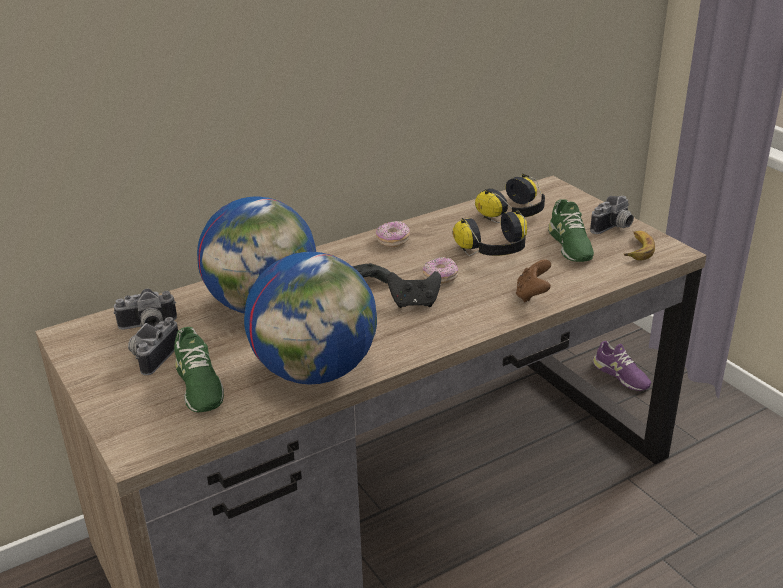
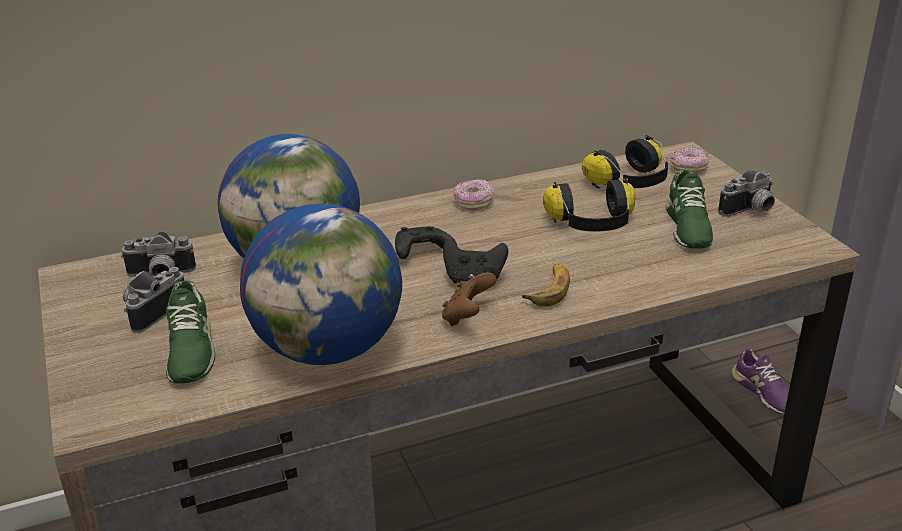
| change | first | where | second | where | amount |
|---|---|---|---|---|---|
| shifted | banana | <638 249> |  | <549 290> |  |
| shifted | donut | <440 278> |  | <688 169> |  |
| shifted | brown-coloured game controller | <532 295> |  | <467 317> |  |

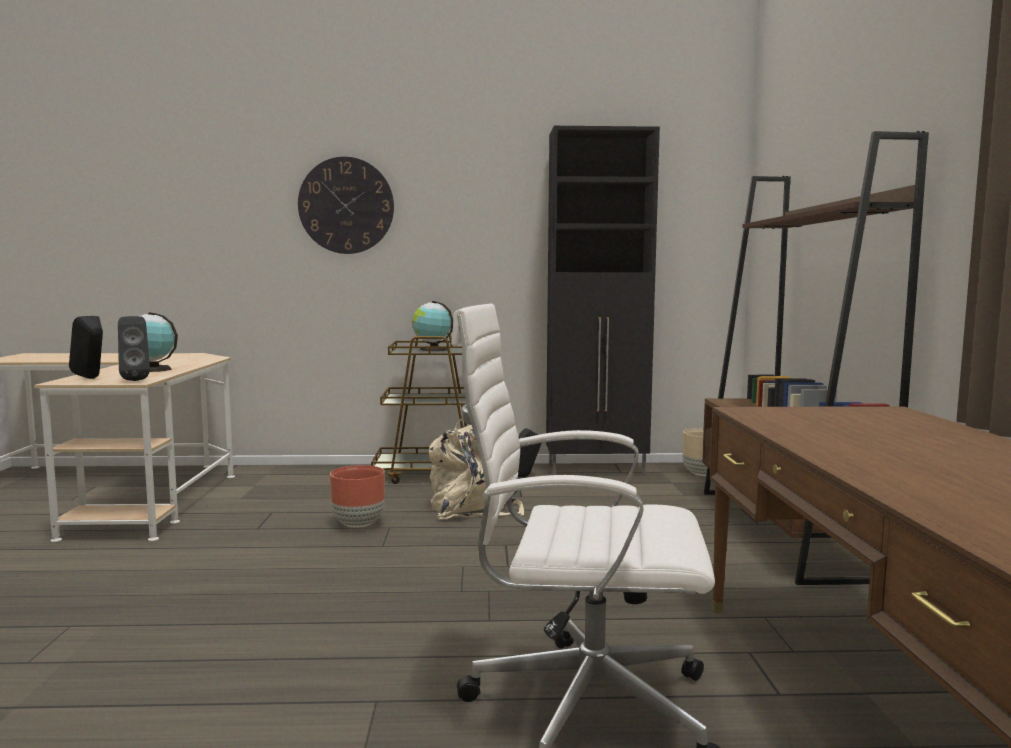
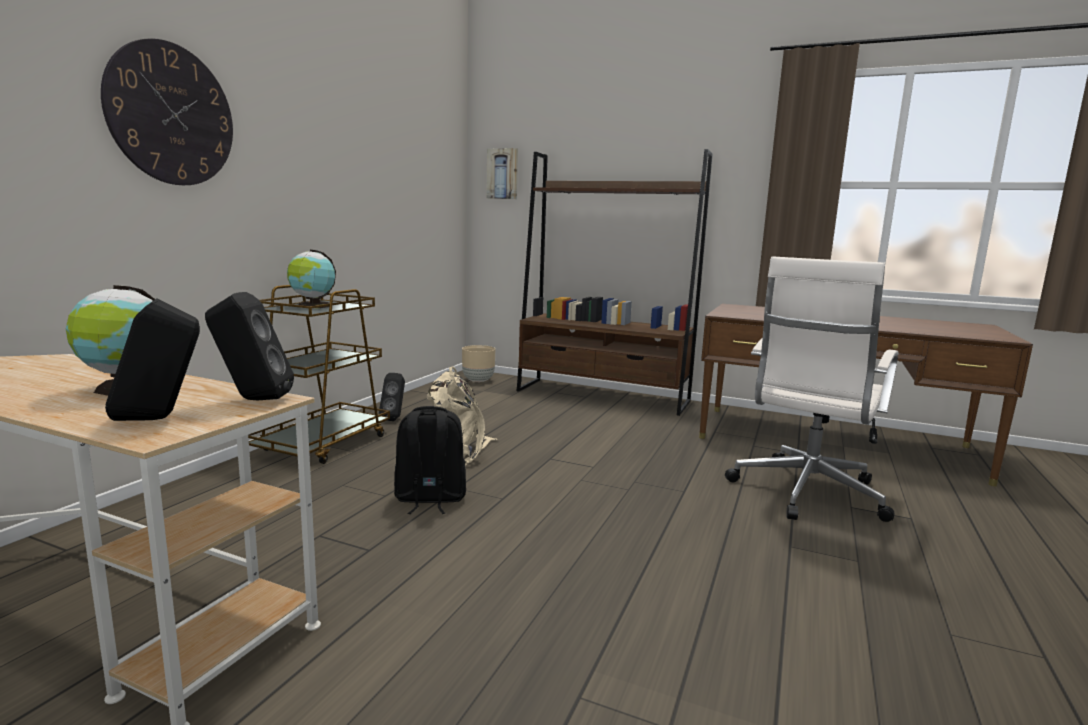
| change | first | where | second | where | amount |
|---|---|---|---|---|---|
| gone | black-coloured cabinet | <597 470> |  |  |  |
| swapped | brown-coloured plant pot | <358 524> | black-coloured backpack | <429 499> |  |
| new |  |  | wall art | <503 174> |  |

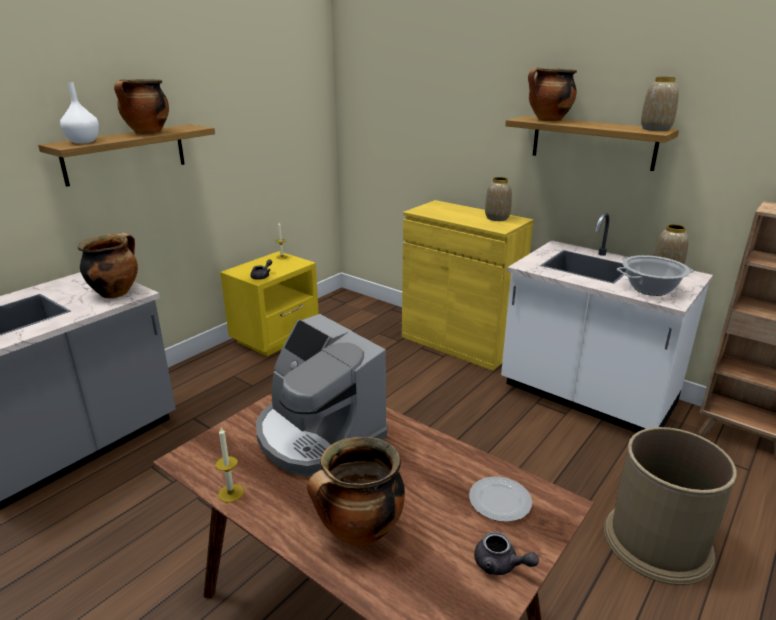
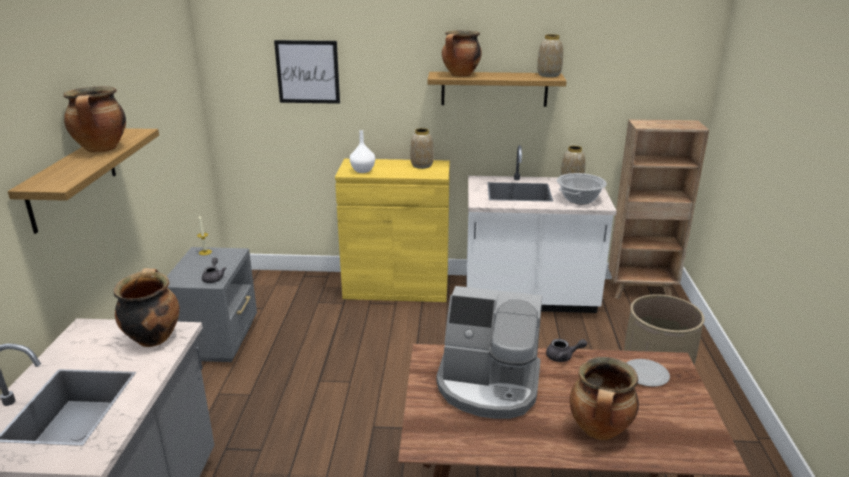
| change | first | where | second | where | amount |
|---|---|---|---|---|---|
| shifted | white decorative vase | <82 142> |  | <362 171> |  |
| repainted | yellowish night table | <277 337> | greyish night table | <219 340> |  |
| gone | wax light | <231 493> |  |  |  |
| shifted | greyish teapot | <500 565> |  | <563 357> |  |
| new |  |  | wall art | <307 72> |  |

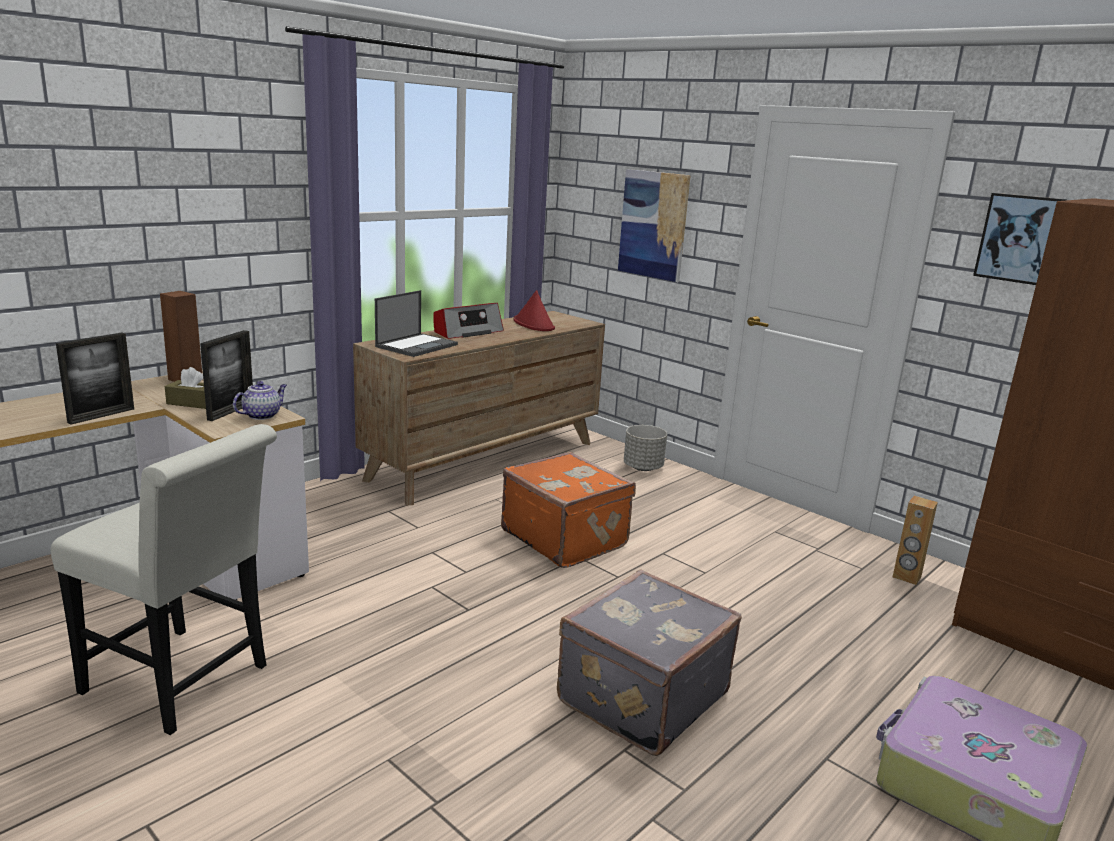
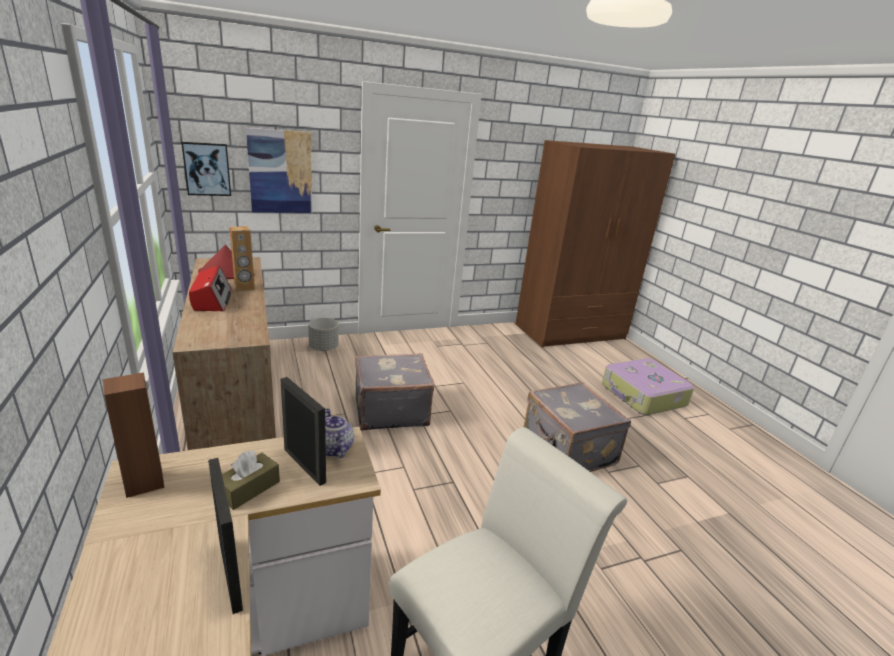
| change | first | where | second | where | amount |
|---|---|---|---|---|---|
| shifted | wall art | <1019 238> |  | <207 169> |  |
| gone | portable computer | <417 345> |  |  |  |
| repainted | orange piece of luggage | <565 538> | greyish piece of luggage | <390 410> |  |
| shifted | brown-coloured speaker | <906 577> |  | <244 288> |  |

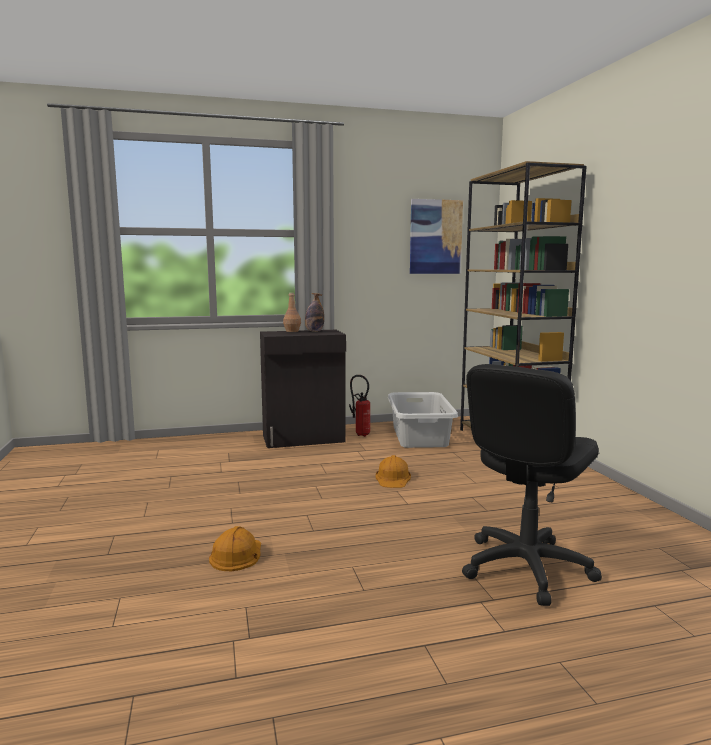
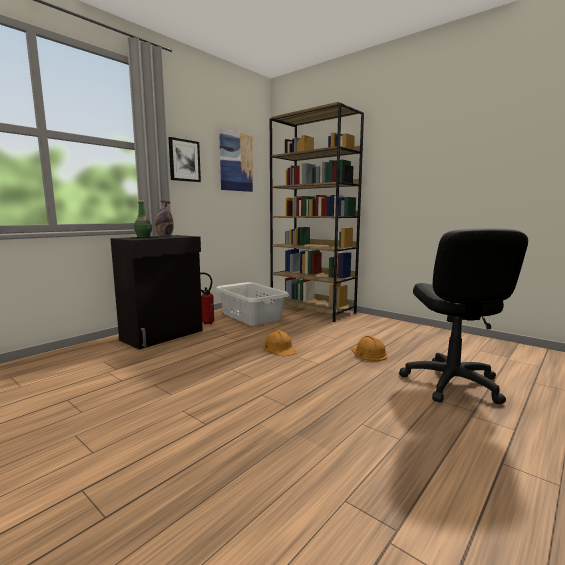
| change | first | where | second | where | amount |
|---|---|---|---|---|---|
| repainted | brown-coloured drink bottle | <292 331> | green drink bottle | <143 237> |  |
| shifted | orange safety helmet | <236 554> |  | <368 353> |  |
| new |  |  | wall art | <184 160> |  |

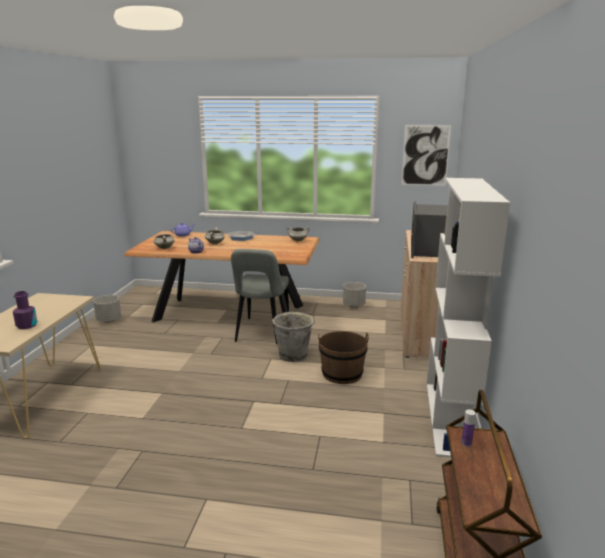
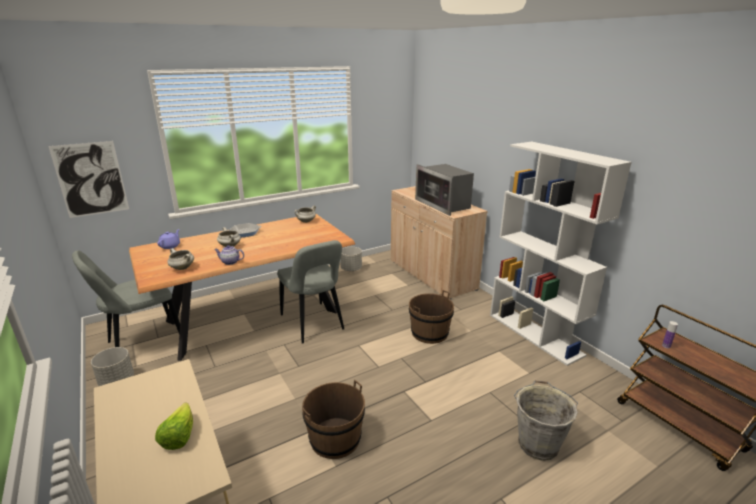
| change | first | where | second | where | amount |
|---|---|---|---|---|---|
| shifted | wall art | <425 155> |  | <91 179> |  |
| swapped | purplish drink bottle | <27 325> | head of lettuce | <179 437> |  |
| shifted | greyish bucket | <294 355> |  | <538 443> |  |
| new |  |  | greyish upright chair | <142 343> |  |
| new |  |  | brown-coloured bucket | <335 438> |  |

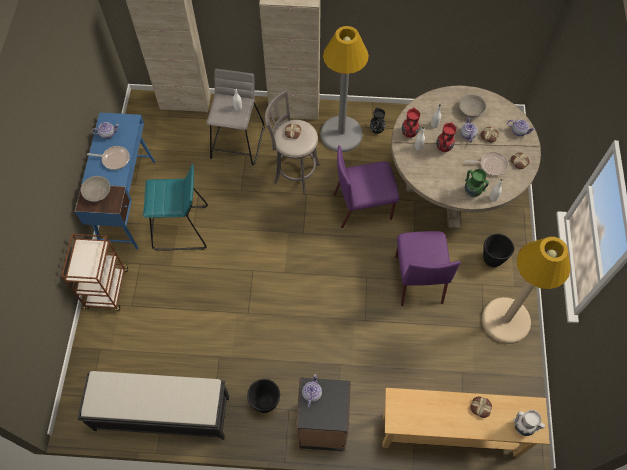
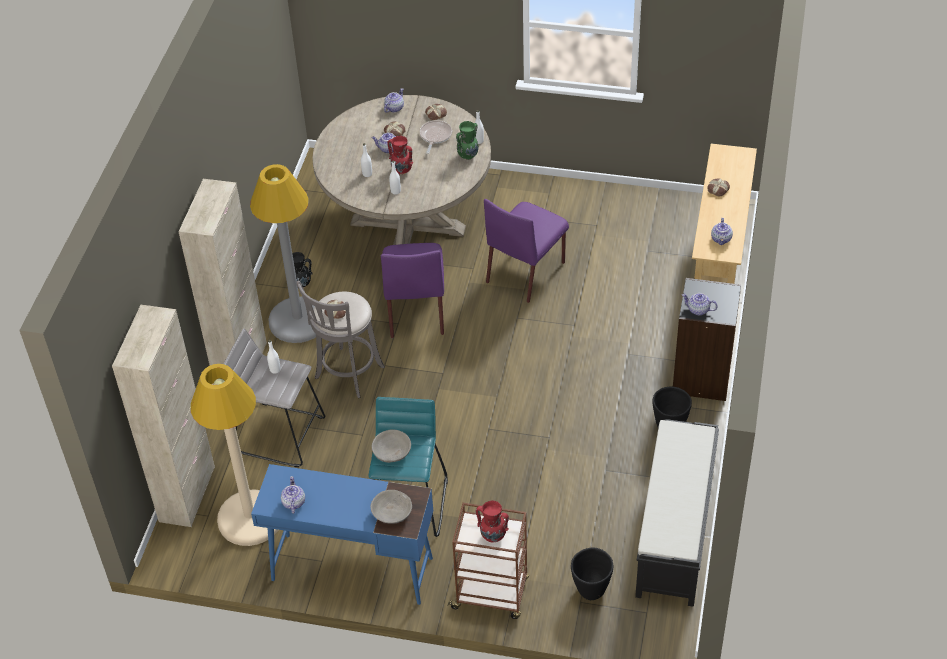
| change | first | where | second | where | amount |
|---|---|---|---|---|---|
| shifted | greyish deep dish | <470 110> |  | <392 452> |  |
| shifted | reddish decorative vase | <409 133> |  | <493 536> |  |
| gone | skillet | <114 159> |  |  |  |
| rotated | purplish upright chair | <418 278> |  | <526 271> | 120 degrees clockwise |
| shifted | black-coloured plant pot | <492 259> |  | <591 590> |  |
| shifted | sand-coloured standing lamp | <505 321> |  | <250 518> |  |
| gone | white decorative vase | <522 427> |  |  |  |
| new |  |  | teapot | <721 239> |  |

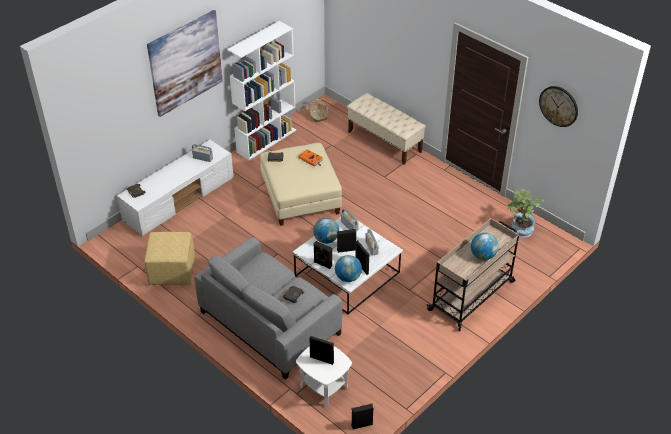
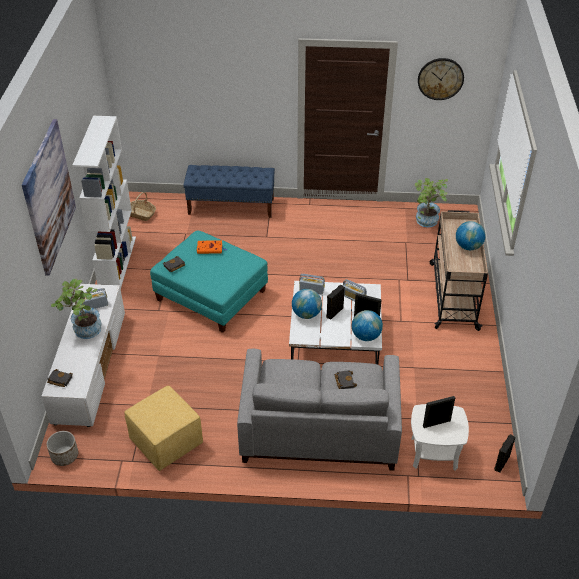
| change | first | where | second | where | amount |
|---|---|---|---|---|---|
| repainted | sand-coloured indoor bench | <385 142> | blue-coloured indoor bench | <231 206> |  |
| repainted | sand-coloured pouffe | <300 196> | turquoise-coloured pouffe | <211 295> |  |
| gone | black-coloured speaker | <322 264> |  |  |  |
| new |  |  | potted plant | <84 331> |  |
| new |  |  | plant pot | <64 455> |  |

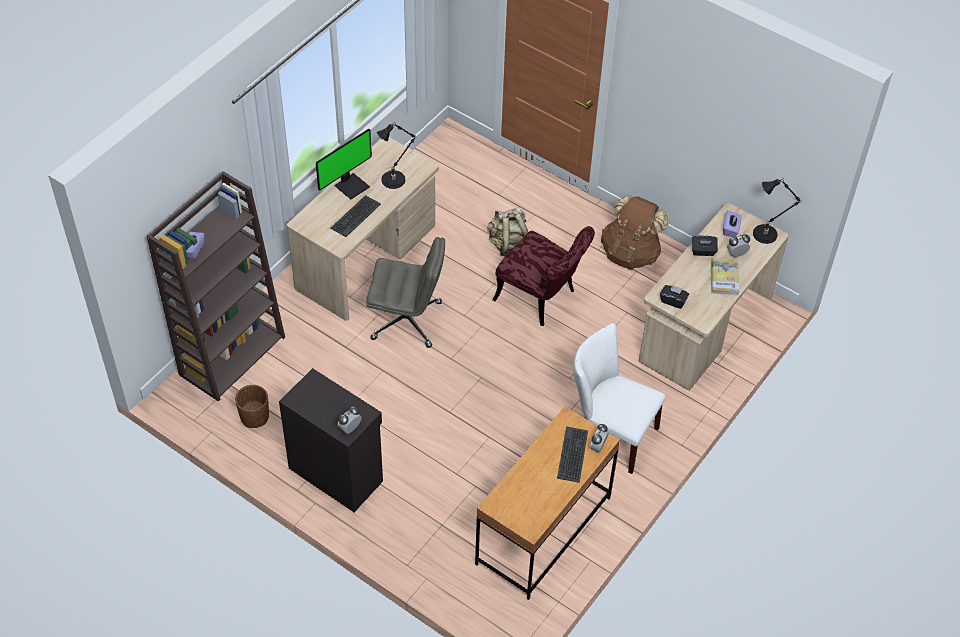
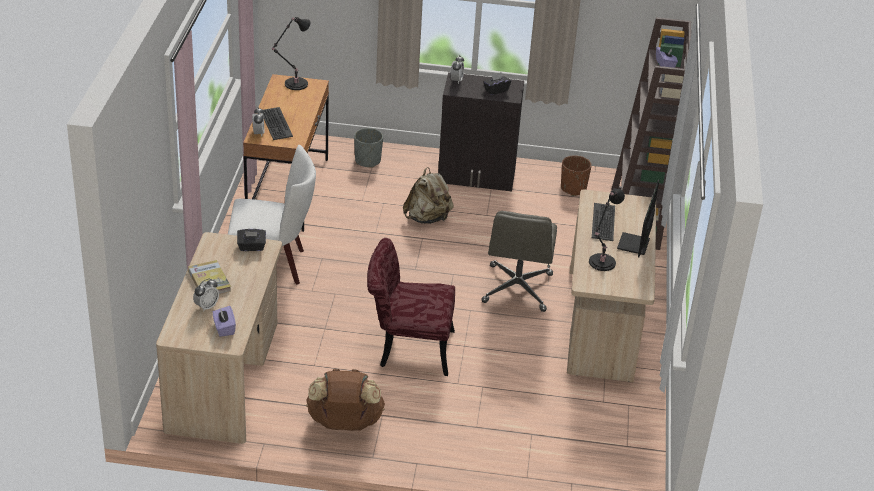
| change | first | where | second | where | amount |
|---|---|---|---|---|---|
| shifted | black-coloured tabletop lamp | <767 234> |  | <294 84> |  |
| shifted | sand-coloured backpack | <508 244> |  | <427 218> |  |
| shifted | black-coloured tissue box | <703 251> |  | <496 90> |  |
| rotated | greyish desk chair | <407 320> |  | <517 289> | 60 degrees counterclockwise |
| new |  |  | greyish plant pot | <367 161> |  |

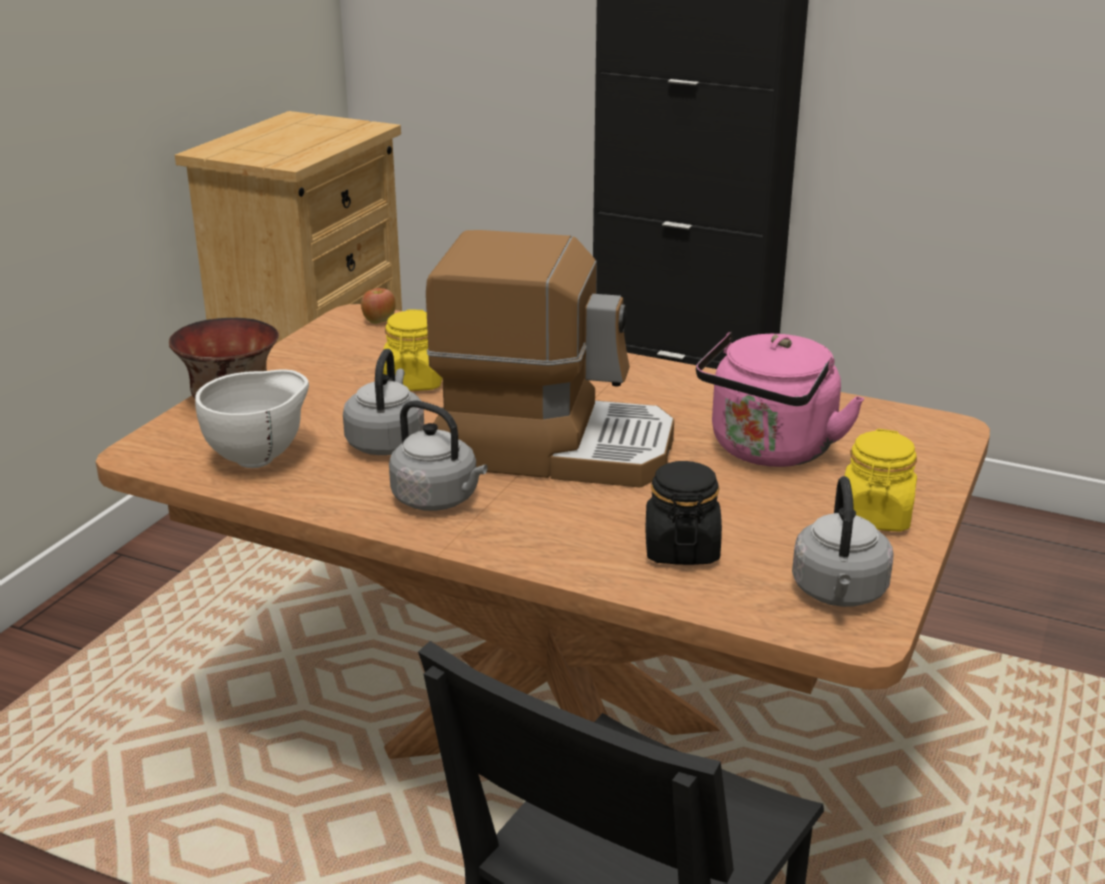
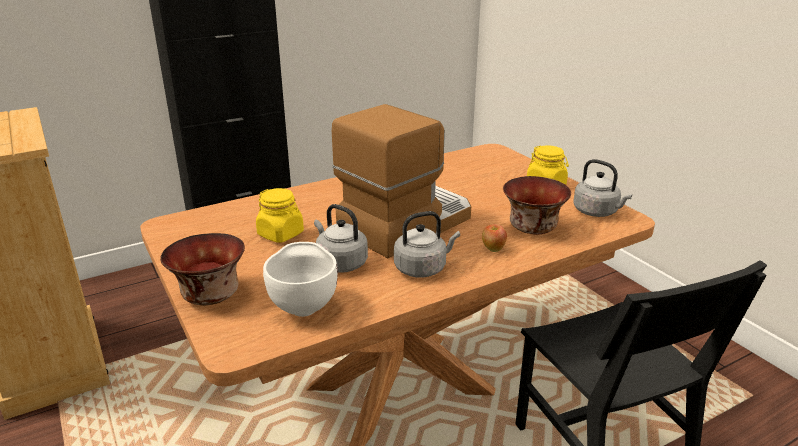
| change | first | where | second | where | amount |
|---|---|---|---|---|---|
| shifted | apple | <379 321> |  | <493 249> |  |
| gone | pinkish kettle | <769 451> |  |  |  |
| swapped | black-coloured storage jar | <681 549> | deep dish | <533 228> |  |

